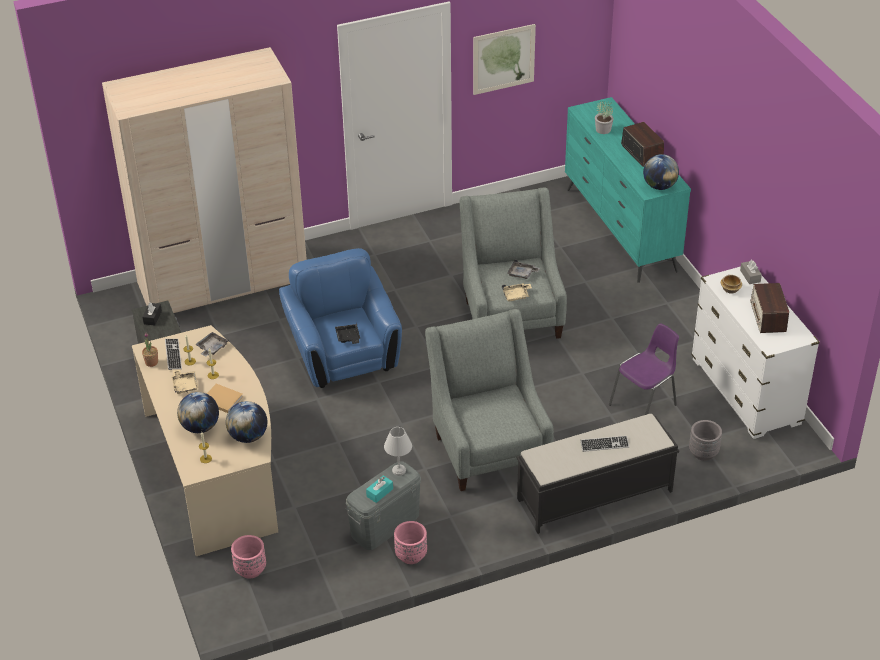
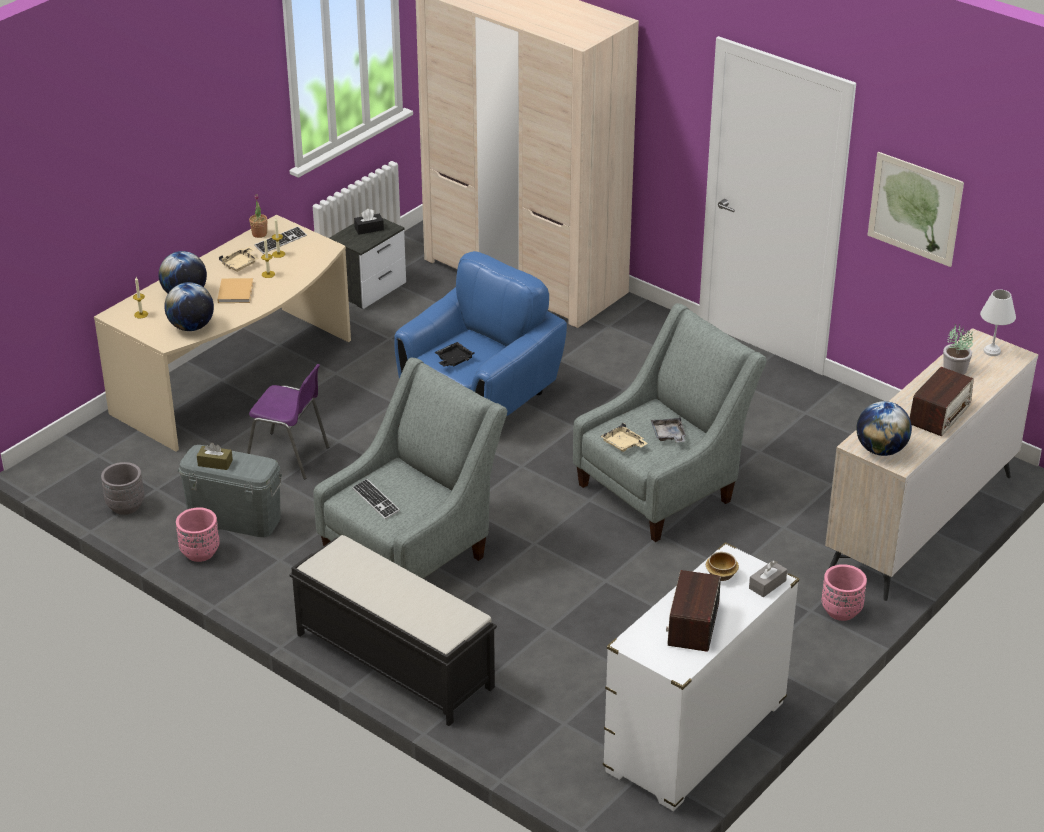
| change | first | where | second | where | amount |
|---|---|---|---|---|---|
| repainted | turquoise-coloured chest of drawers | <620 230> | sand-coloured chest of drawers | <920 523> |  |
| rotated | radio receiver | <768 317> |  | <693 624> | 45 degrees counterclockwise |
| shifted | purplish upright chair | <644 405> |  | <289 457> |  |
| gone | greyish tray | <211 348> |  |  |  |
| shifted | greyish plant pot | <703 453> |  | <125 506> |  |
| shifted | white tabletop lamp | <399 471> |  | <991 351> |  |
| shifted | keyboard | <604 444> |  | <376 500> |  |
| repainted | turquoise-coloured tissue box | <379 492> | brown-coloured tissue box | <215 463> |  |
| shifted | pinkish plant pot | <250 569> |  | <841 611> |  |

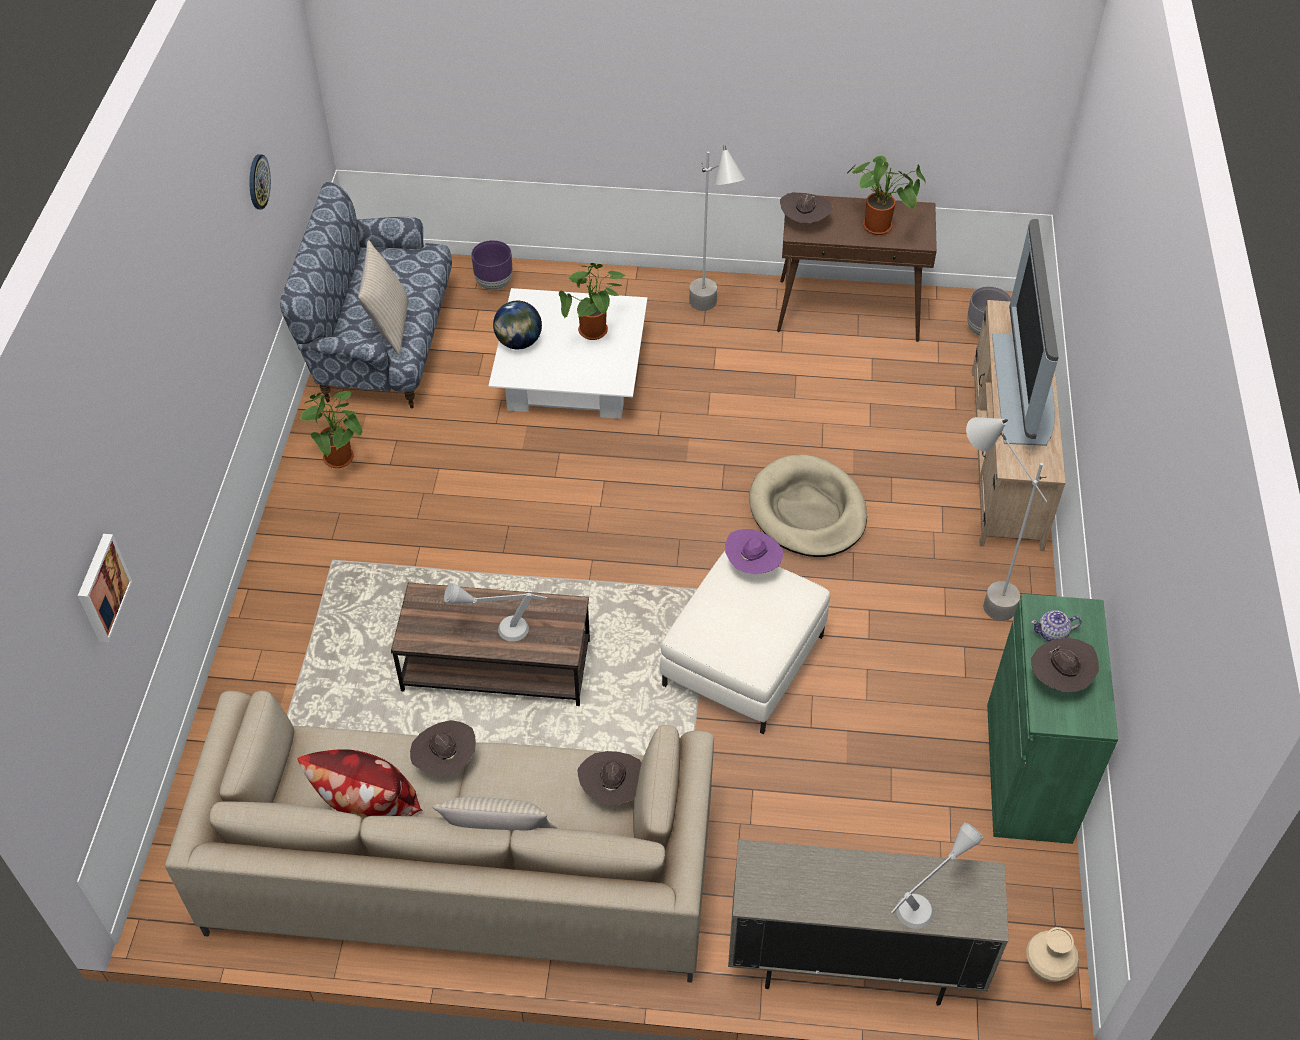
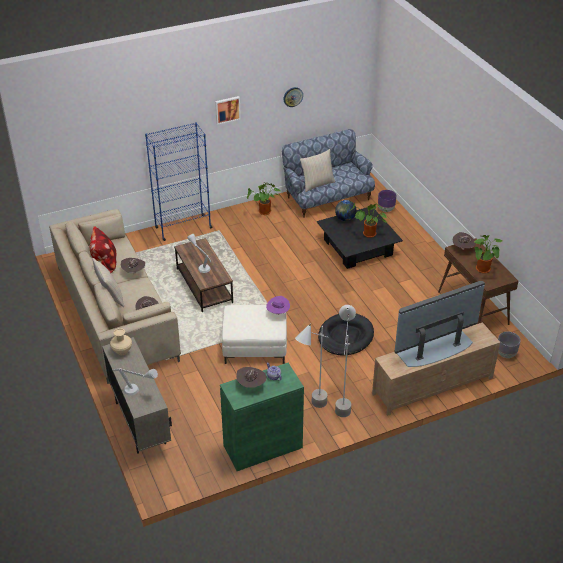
| change | first | where | second | where | amount |
|---|---|---|---|---|---|
| shifted | greyish standing lamp | <711 316> |  | <311 409> |  |
| repainted | white low table | <571 374> | black-coloured low table | <358 247> |  |
| repainted | sand-coloured pet bed | <807 511> | black-coloured pet bed | <345 336> |  |
| shifted | wall art | <101 587> |  | <227 109> |  |
| shifted | sand-coloured decorative vase | <1047 967> |  | <122 351> |  |
| new |  |  | blue-coloured shelving unit | <183 227> |  |

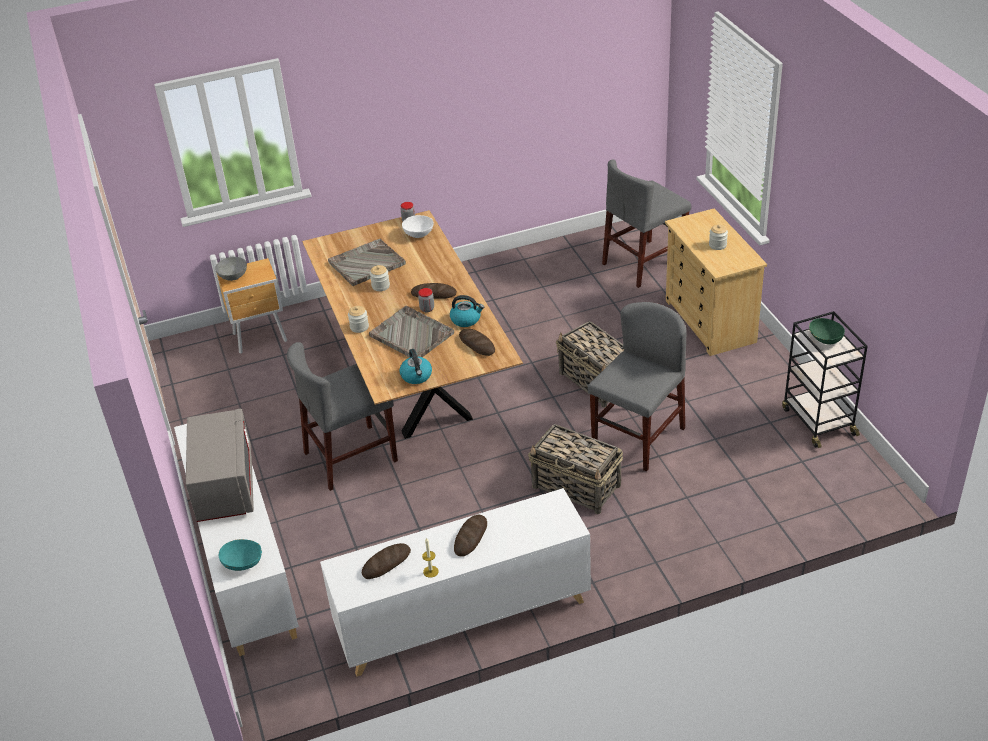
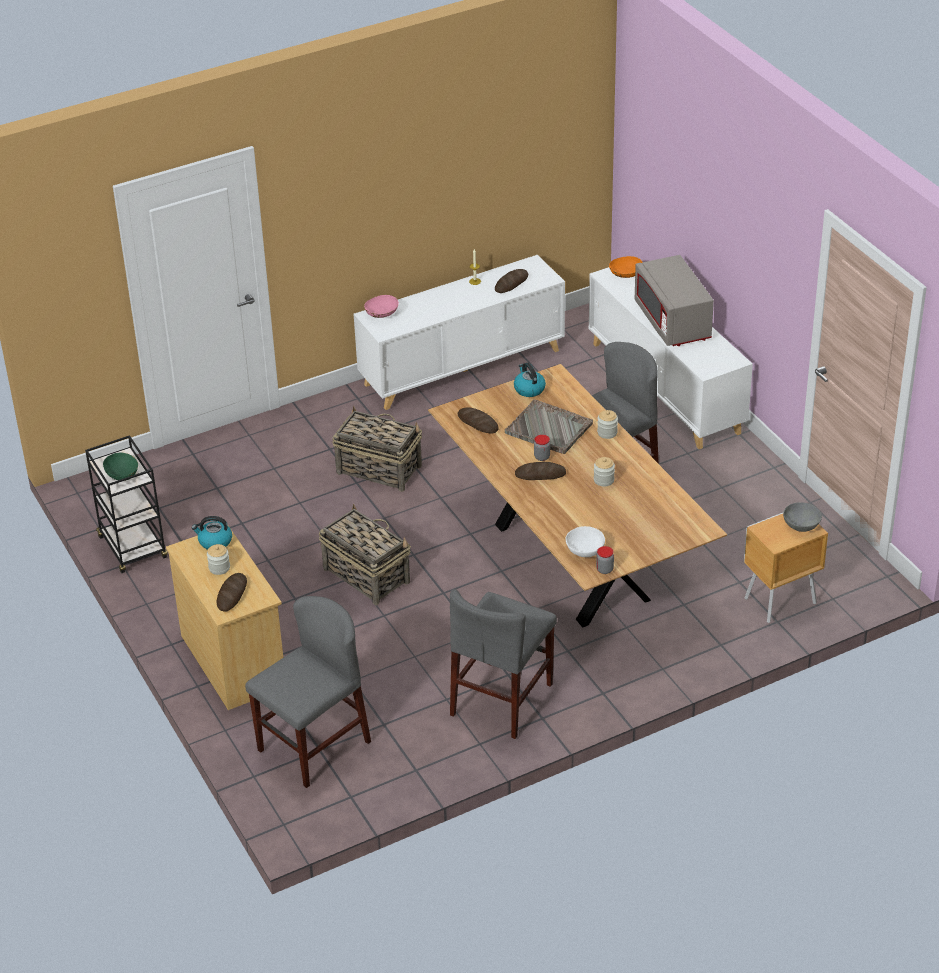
| change | first | where | second | where | amount |
|---|---|---|---|---|---|
| gone | greyish tray | <366 264> |  |  |  |
| shifted | kettle | <466 319> |  | <214 542> |  |
| shifted | greyish upright chair | <638 438> |  | <502 699> |  |
| shifted | bakery bread | <470 537> |  | <232 594> |  |
| repainted | turquoise-coloured deep dish | <243 563> | orange deep dish | <625 275> |  |
| new |  |  | pinkish deep dish | <382 315> |  |

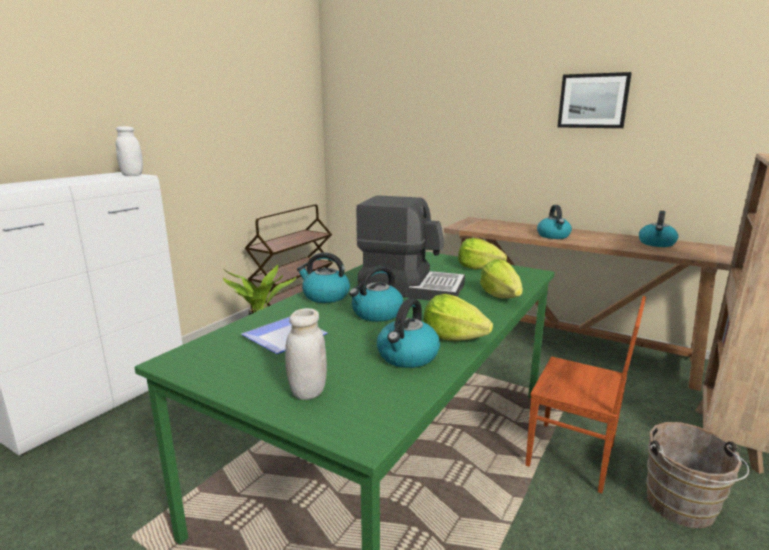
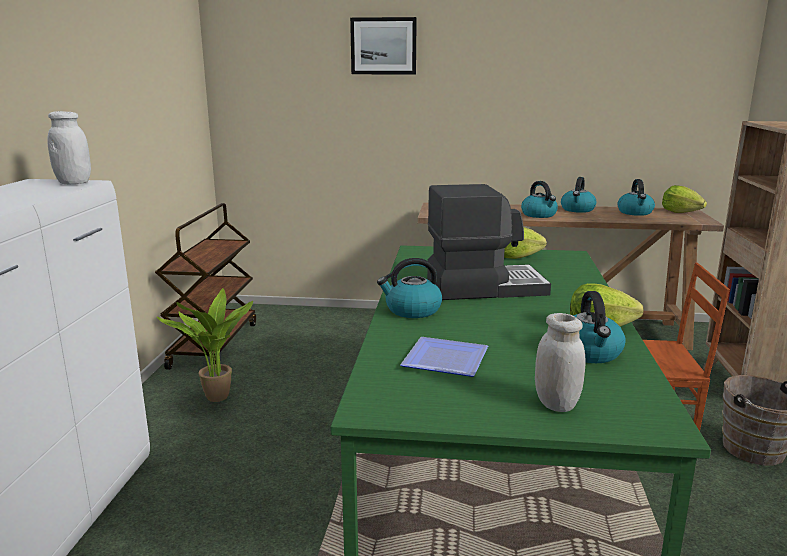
| change | first | where | second | where | amount |
|---|---|---|---|---|---|
| shifted | wall art | <593 101> |  | <383 46> |  |
| shifted | head of lettuce | <501 296> |  | <680 212> |  |
| shifted | kettle | <376 314> |  | <577 210> |  |

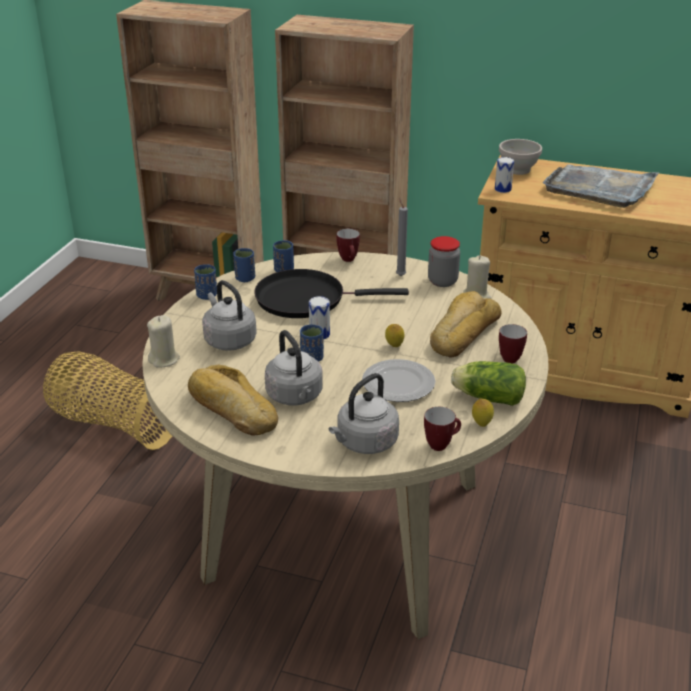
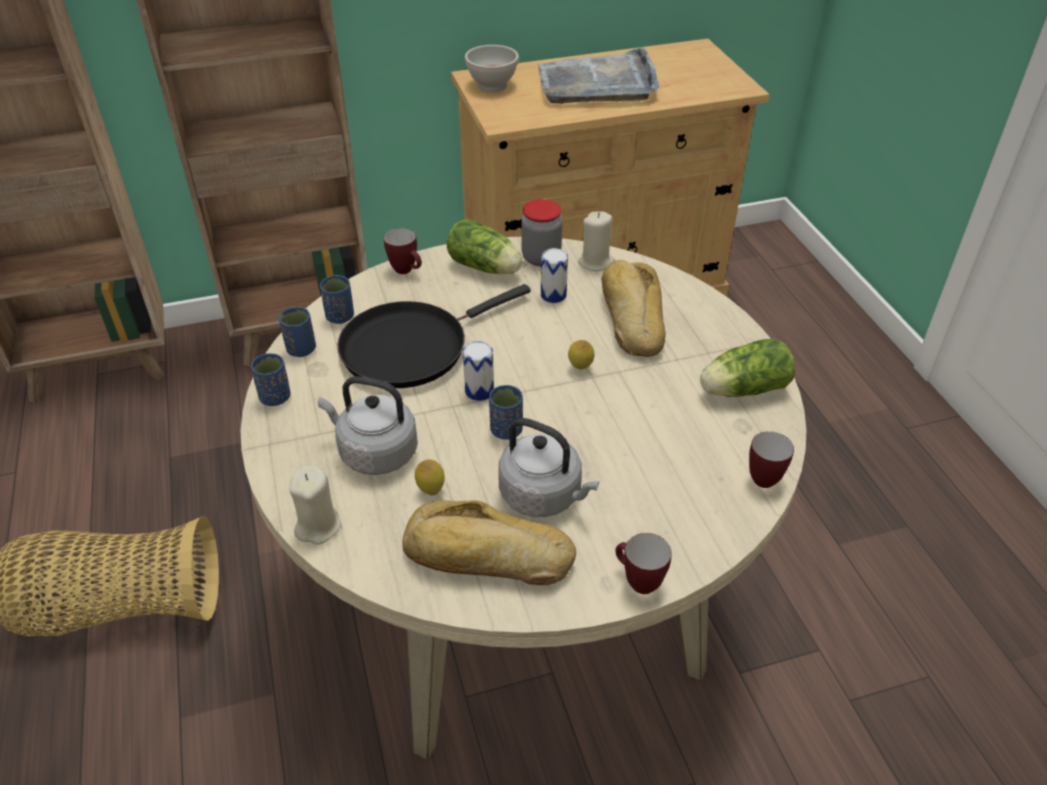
| change | first | where | second | where | amount |
|---|---|---|---|---|---|
| shifted | can | <503 189> |  | <553 295> |  |
| swapped | greyish wax light | <400 275> | head of lettuce | <486 268> |  |
| shifted | coffee mug | <508 357> |  | <637 581> |  |
| gone | plate | <398 385> |  |  |  |
| gone | greyish kettle | <364 443> |  |  |  |
| shifted | citrus fruit | <481 424> |  | <431 490> |  |

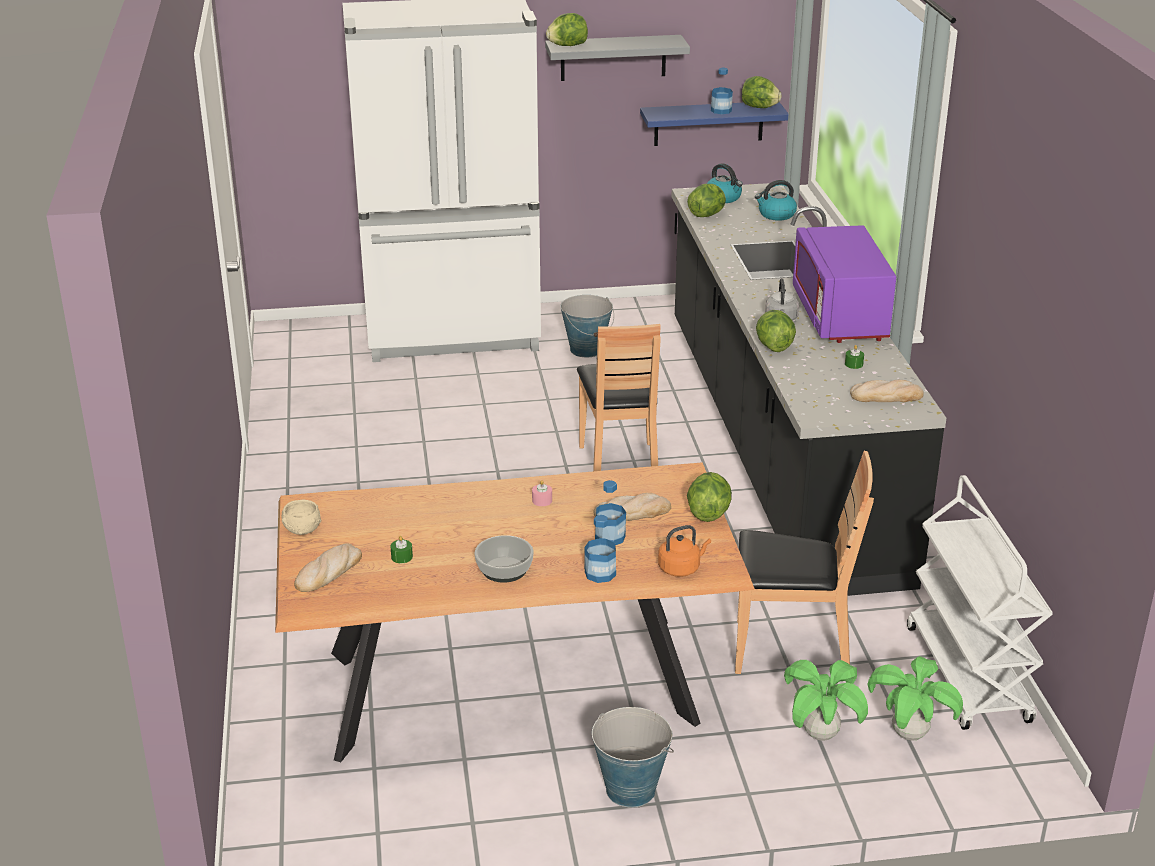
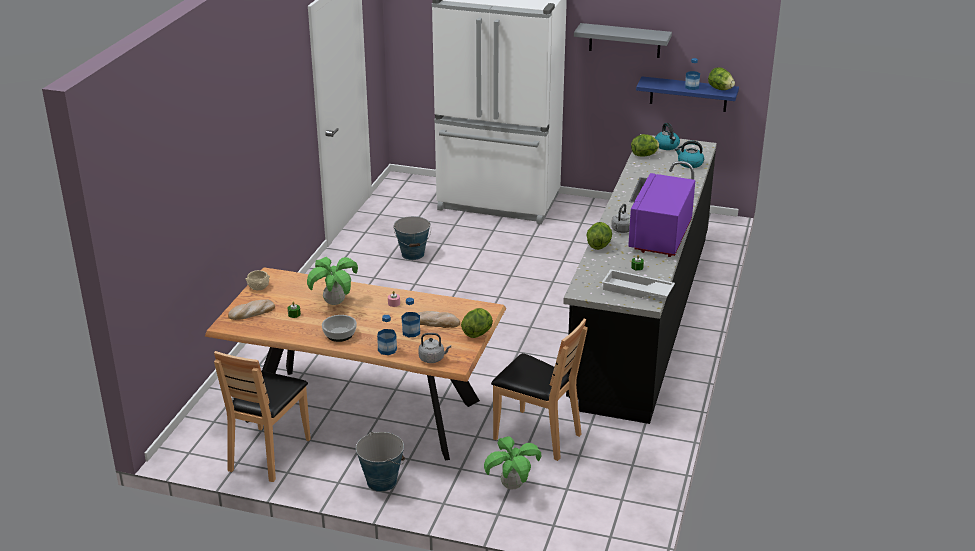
| change | first | where | second | where | amount |
|---|---|---|---|---|---|
| gone | head of lettuce | <567 46> |  |  |  |
| shifted | bucket | <586 349> |  | <413 254> |  |
| shifted | brown-coloured upright chair | <620 467> |  | <269 454> |  |
| swapped | bakery bread | <886 396> | white tray | <636 290> |  |
| gone | white wheeled cart | <968 675> |  |  |  |
| repainted | orange kettle | <681 568> | greyish kettle | <433 358> |  |
| shifted | potted plant | <909 735> |  | <334 303> |  |

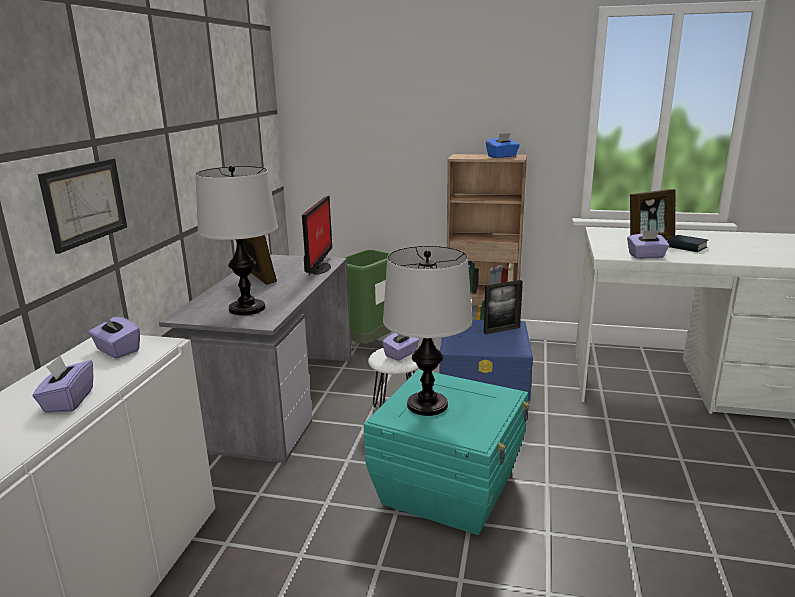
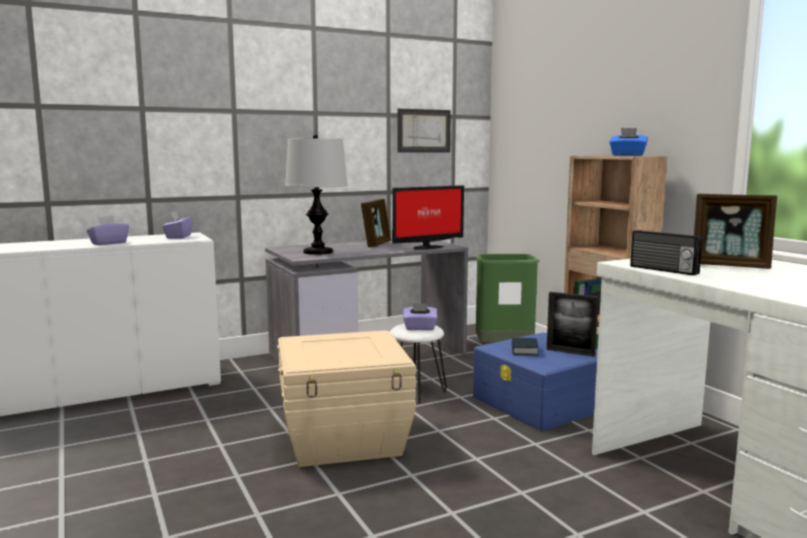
| change | first | where | second | where | amount |
|---|---|---|---|---|---|
| shifted | wall art | <85 203> |  | <424 131> |  |
| swapped | purplish tissue box | <646 256> | radio receiver | <663 270> |  |
| shifted | book | <686 247> |  | <524 350> |  |
| gone | tabletop lamp | <427 404> |  |  |  |
| repainted | turquoise-coloured storage bin | <449 488> | sand-coloured storage bin | <345 439> |  |

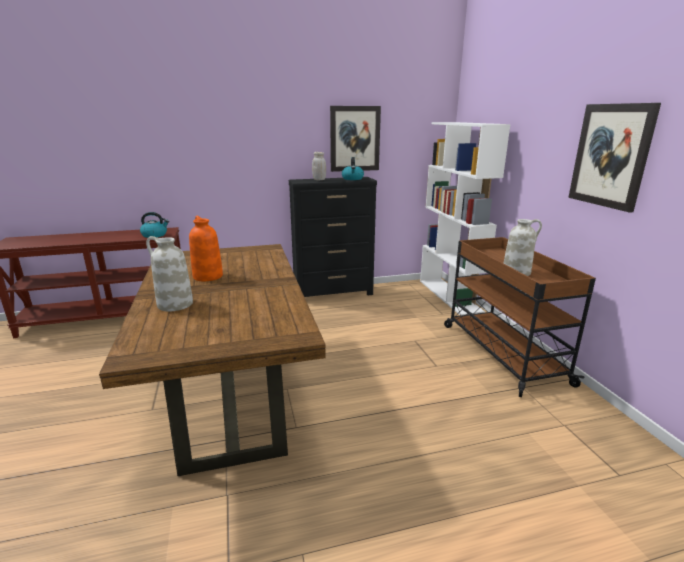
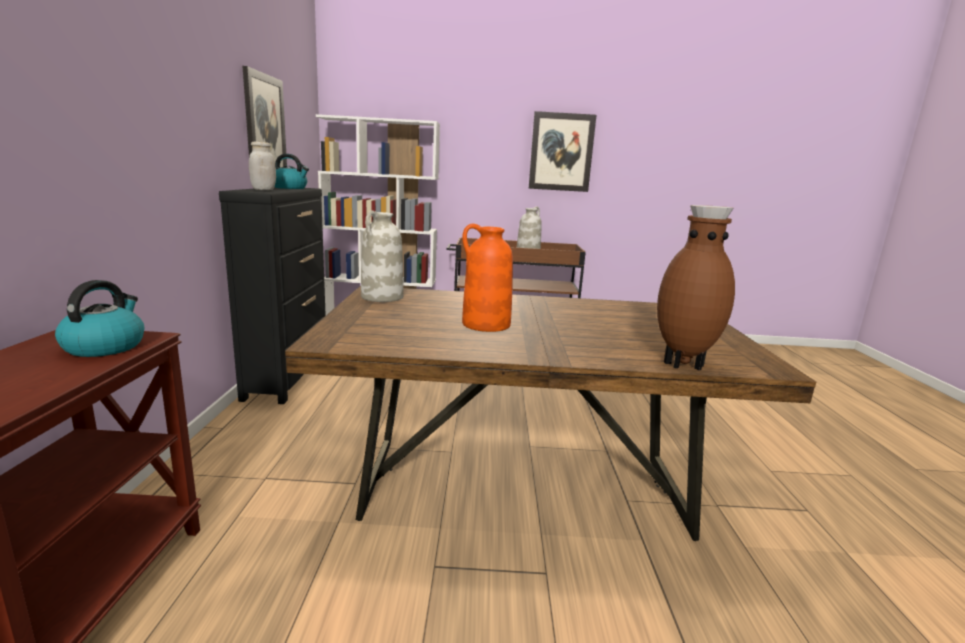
| change | first | where | second | where | amount |
|---|---|---|---|---|---|
| shifted | white decorative vase | <174 304> |  | <382 297> |  |
| new |  |  | brown-coloured decorative vase | <683 363> |  |

